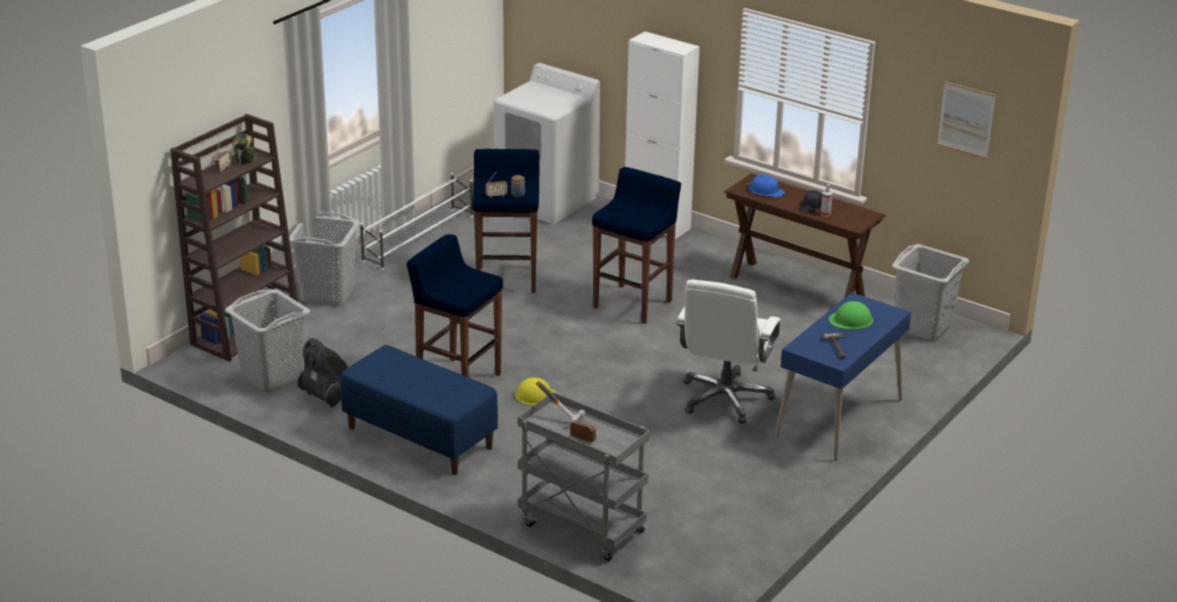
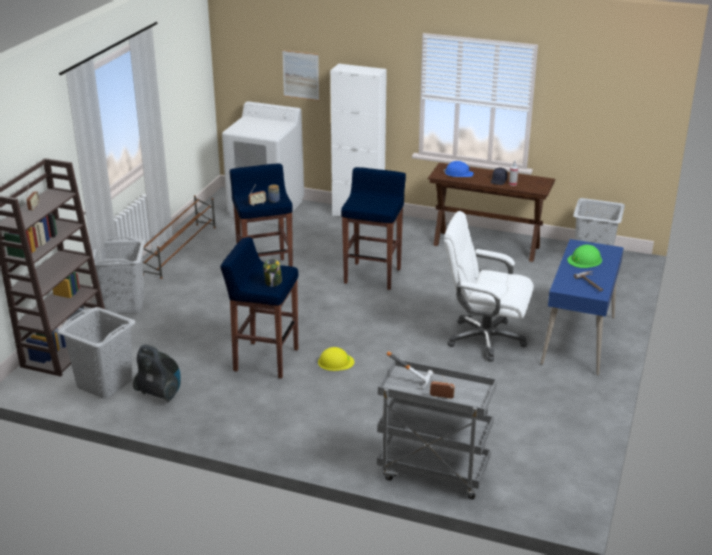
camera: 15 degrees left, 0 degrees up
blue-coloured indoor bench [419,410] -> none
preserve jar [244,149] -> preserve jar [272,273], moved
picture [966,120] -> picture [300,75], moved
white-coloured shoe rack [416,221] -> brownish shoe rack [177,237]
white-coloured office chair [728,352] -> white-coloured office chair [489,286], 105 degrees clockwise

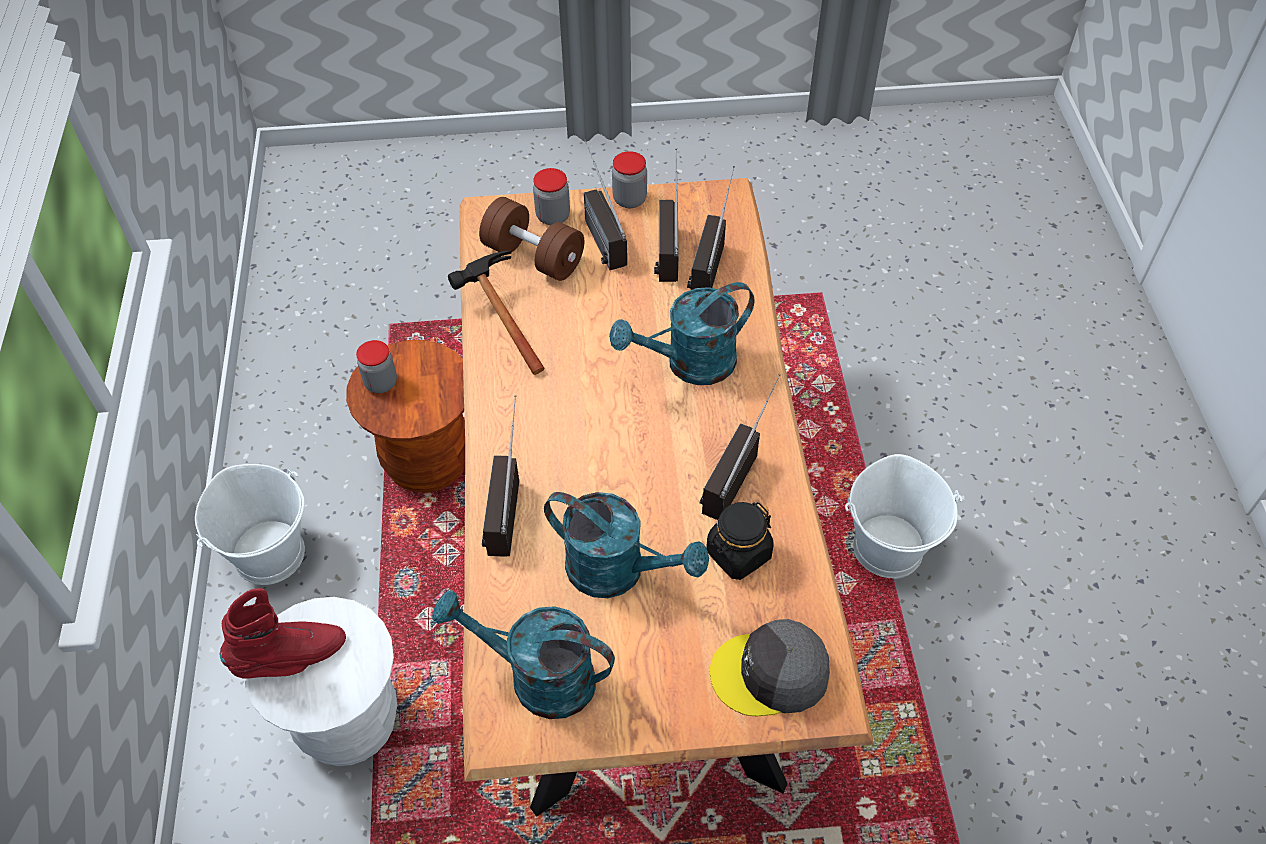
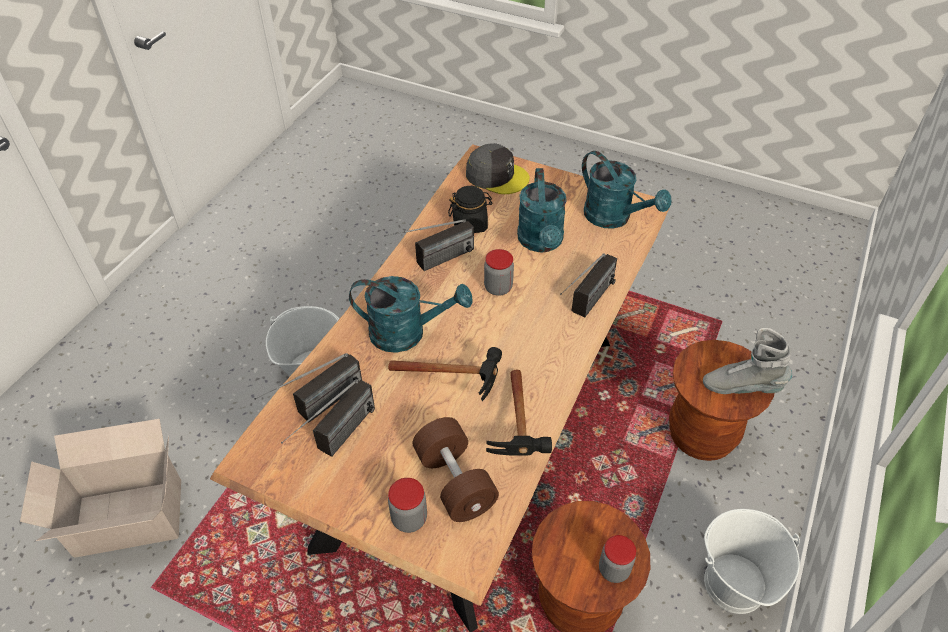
camera: 150 degrees left, 5 degrees down
radio set [605,204] -> none
none -> carton [100,488]
none -> tool hammer [445,374]
preserve jar [629,179] -> preserve jar [499,272], moved
red-coloured tall boot [283,633] -> greyish tall boot [747,361]
white-coloured stool seat [321,681] -> brownish stool seat [721,400]
blue-green sprinkling can [626,545] -> blue-green sprinkling can [542,210], 150 degrees counterclockwise

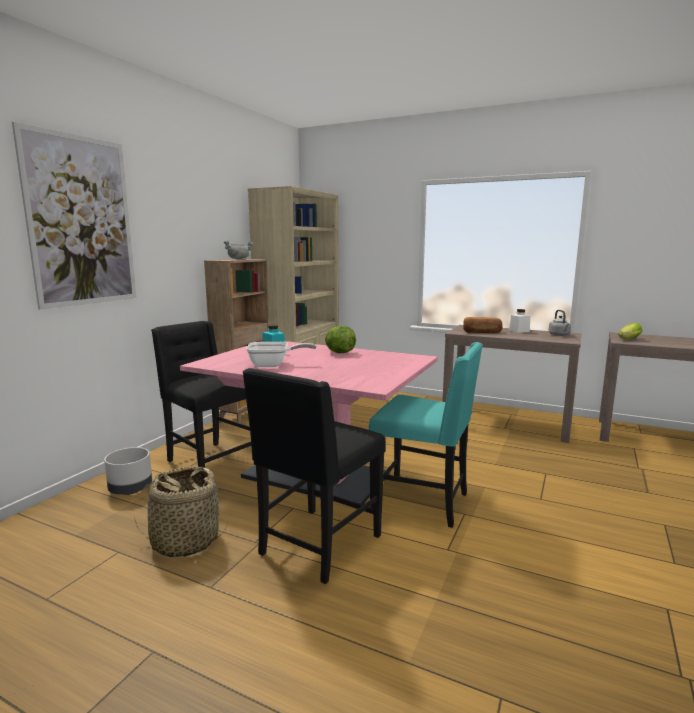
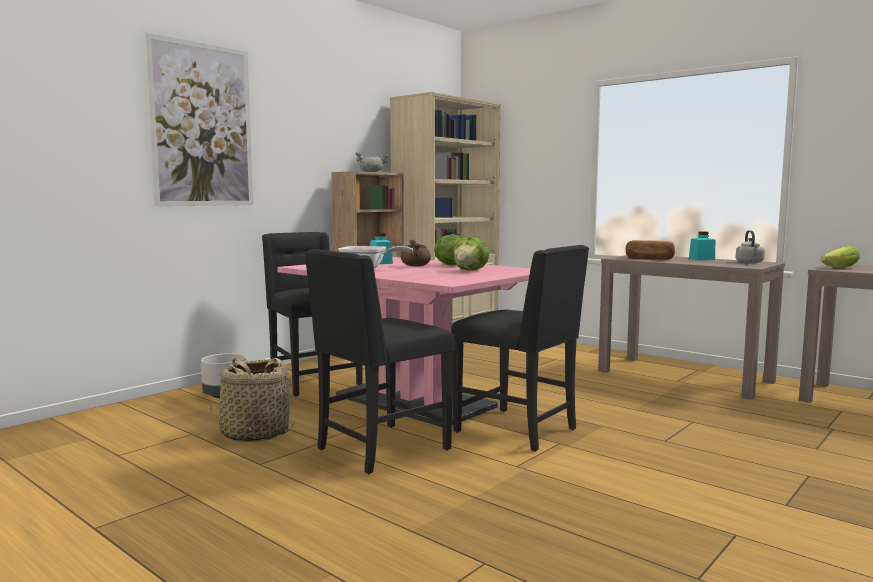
camera: 15 degrees right, 5 degrees down
none -> brownish cooking pot [416,253]
none -> lettuce [471,253]
blue-green upright chair [426,435] -> black-coloured upright chair [520,348]
white-coloured preserve jar [519,321] -> blue-green preserve jar [702,246]

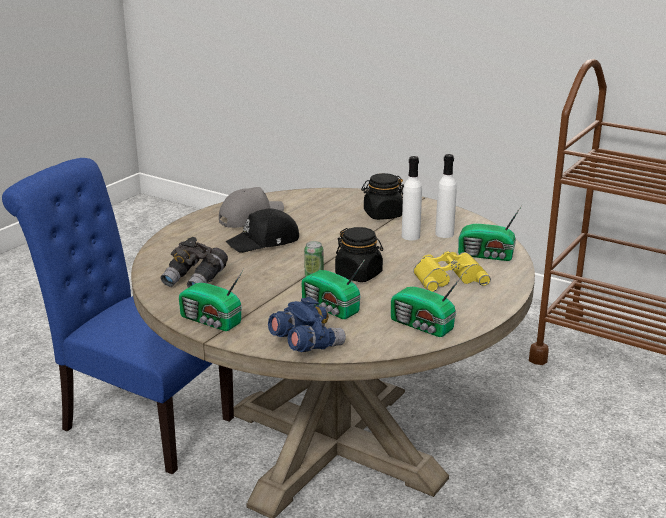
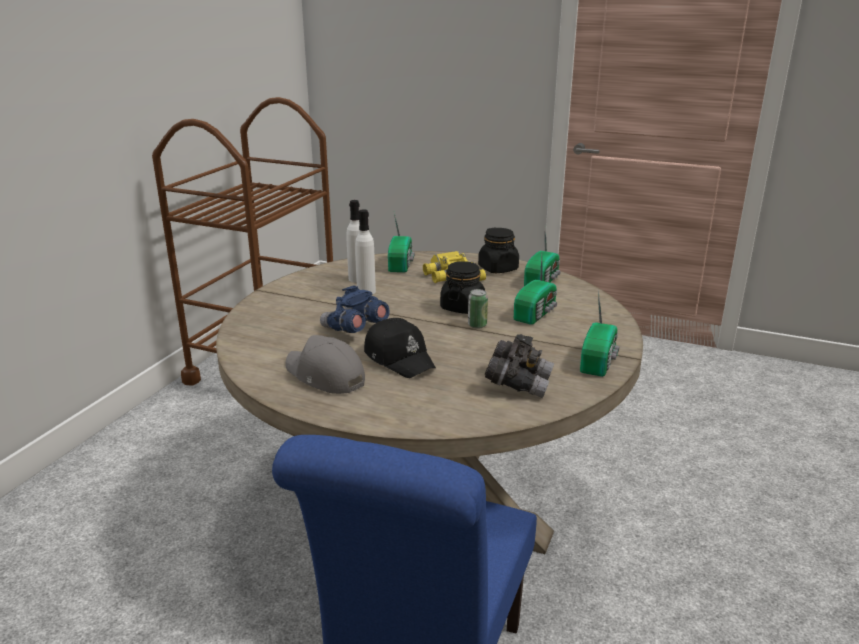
camera: 100 degrees left, 0 degrees up
blue-coloured binoculars [307,324] -> blue-coloured binoculars [355,309], moved
black-coloured preserve jar [382,196] -> black-coloured preserve jar [498,250], moved

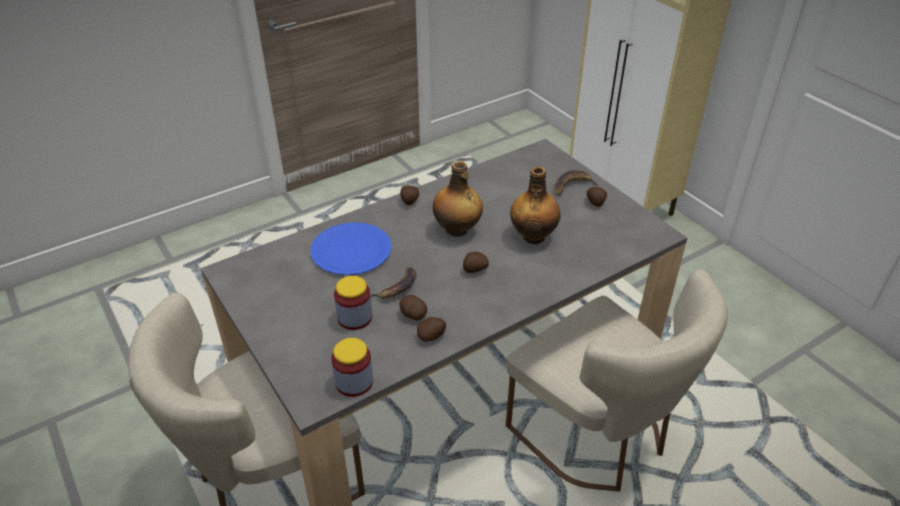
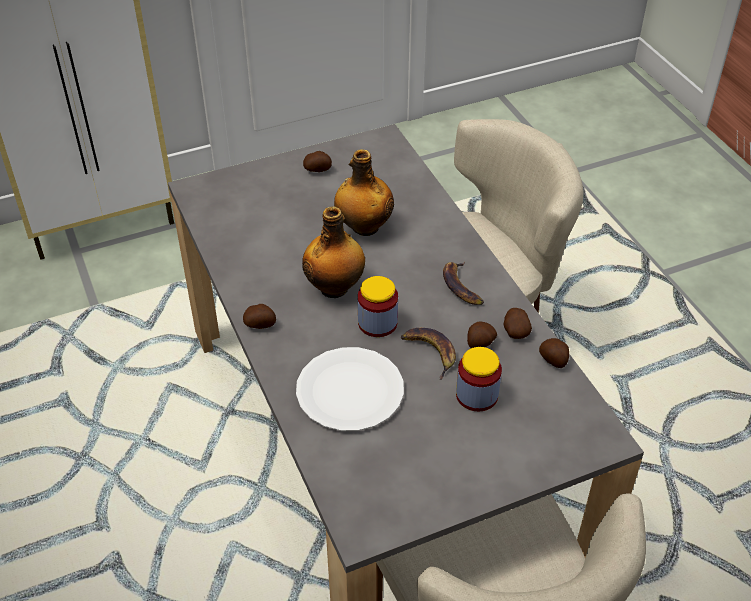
camera: 80 degrees left, 5 degrees up
preserve jar [352,367] -> preserve jar [378,306], moved
spud [476,262] -> spud [554,353], moved
banana [576,182] -> banana [463,283], moved
blue-coloured flat dish [351,248] -> white-coloured flat dish [350,389]

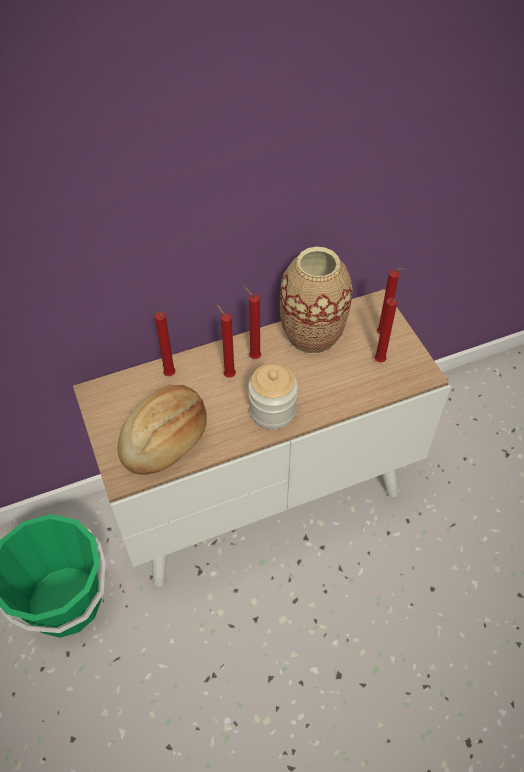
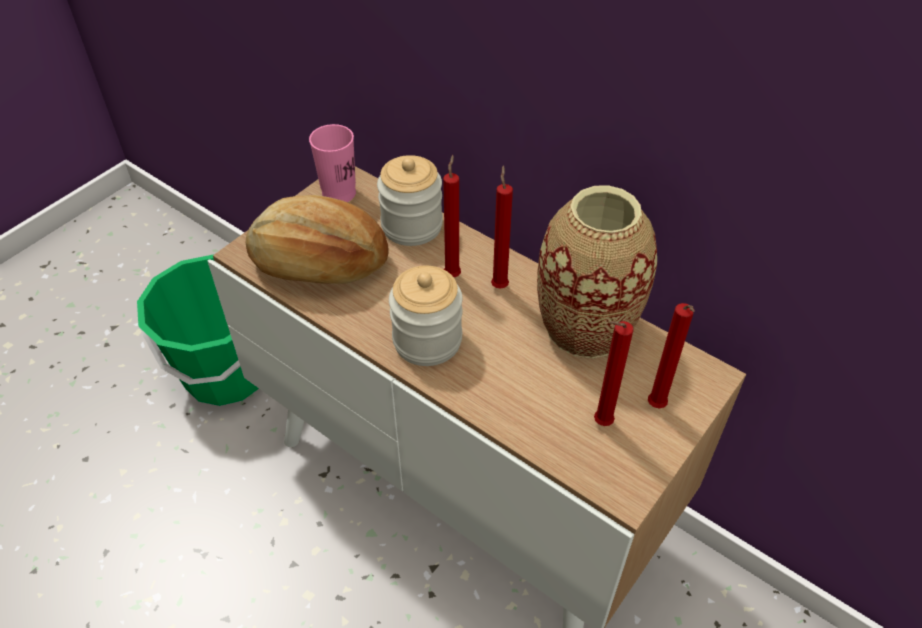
camera: 60 degrees right, 5 degrees down
none -> pink-coloured drinking cup [332,163]
red-coloured wax light [165,344] -> preserve jar [410,200]

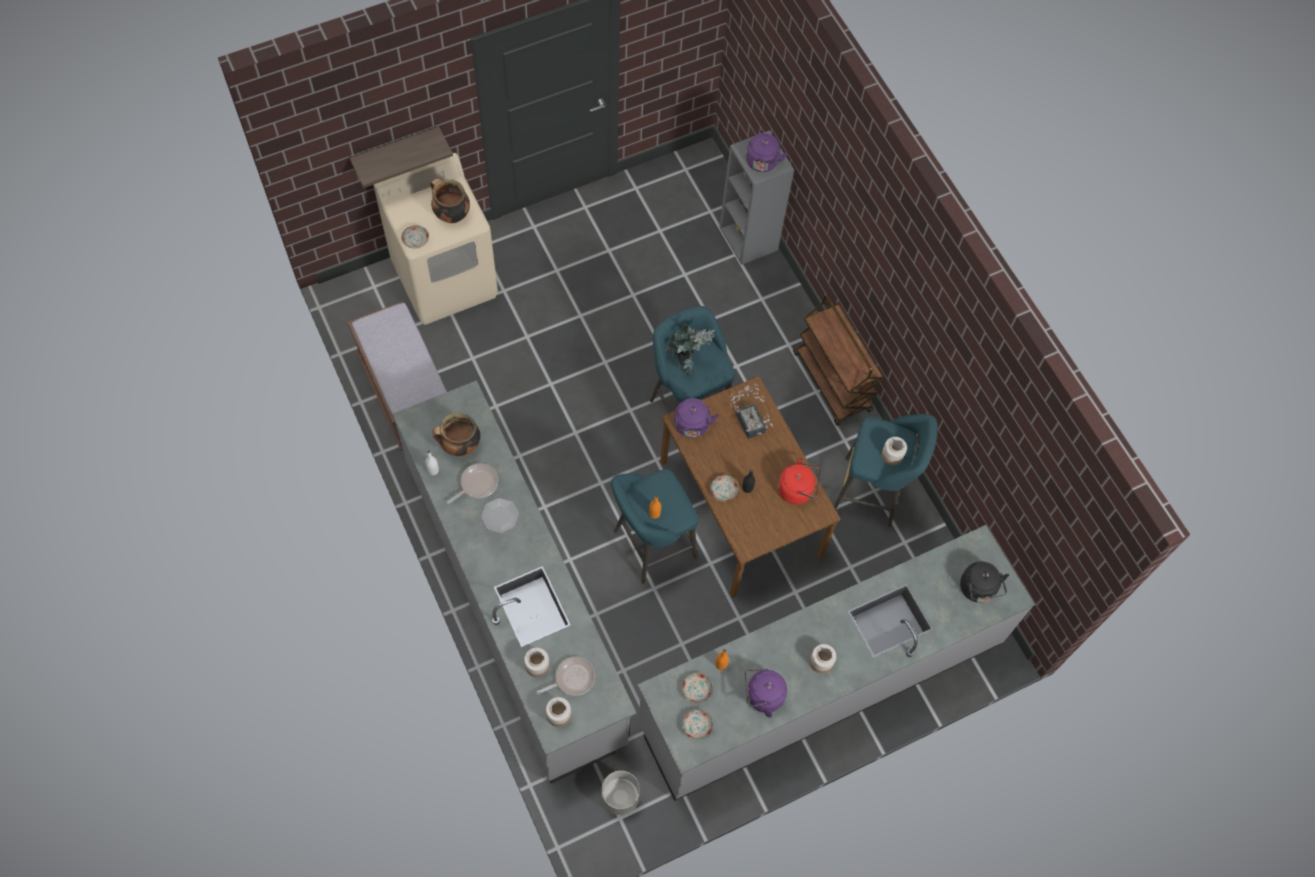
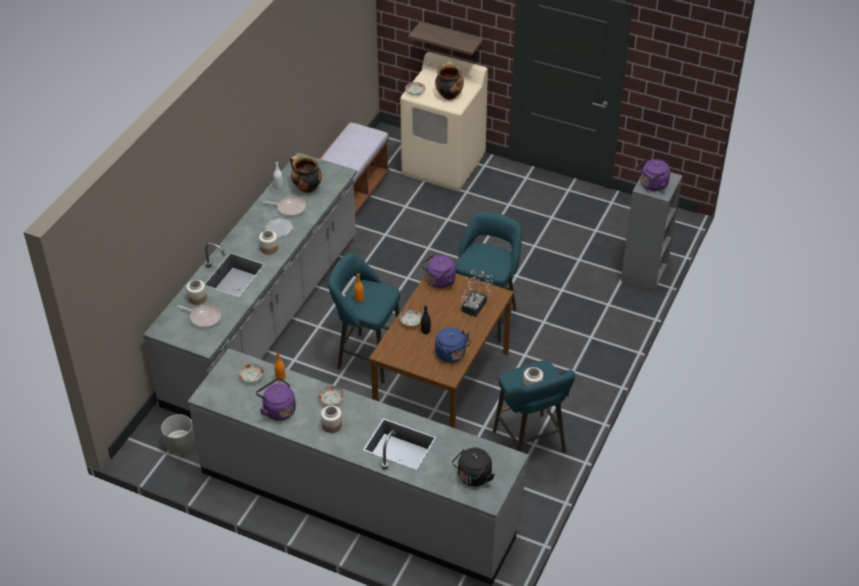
camera: 55 degrees right, 20 degrees down
potted plant [691,349] -> none
brownish wheeled cart [838,360] -> none
preserve jar [558,712] -> preserve jar [268,243], moved
flat dish [697,724] -> flat dish [331,396], moved
red-coloured tea kettle [799,481] -> blue-coloured tea kettle [453,345]

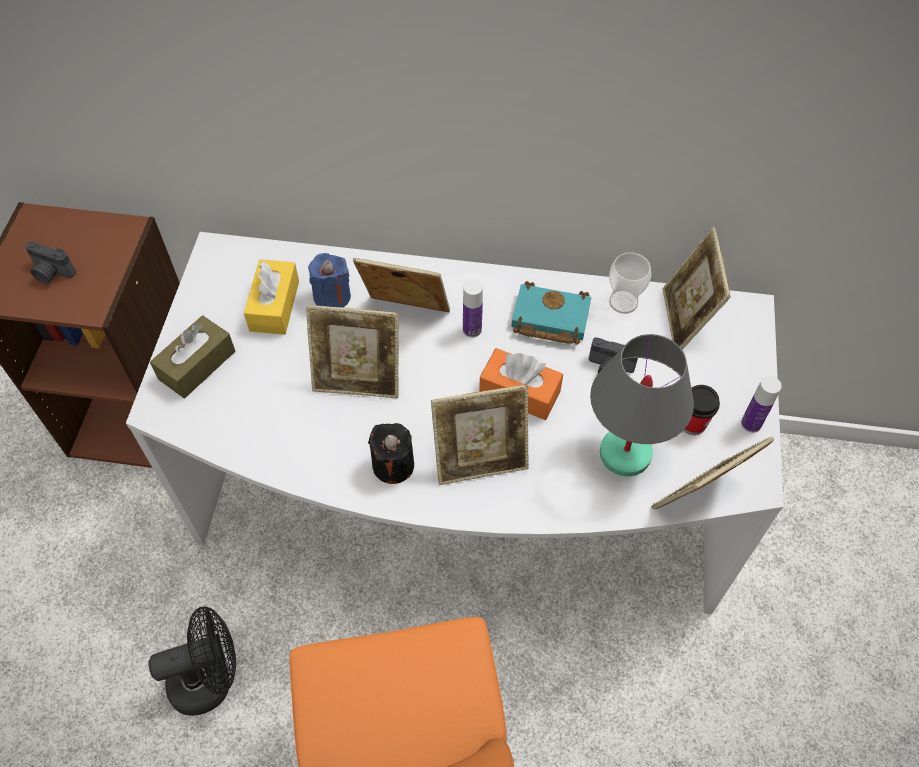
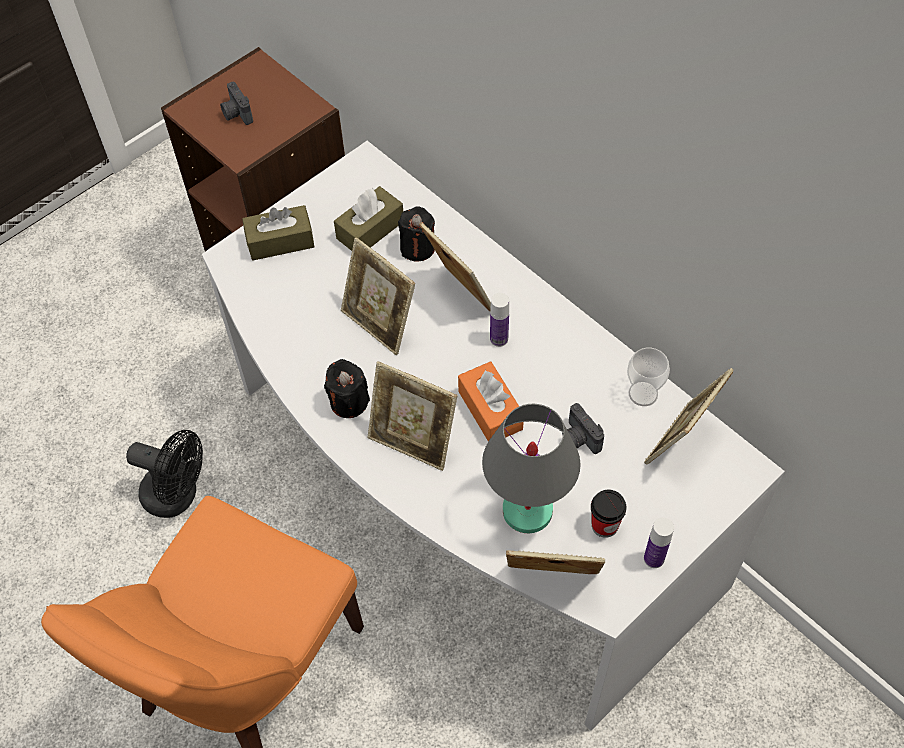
camera: 40 degrees right, 0 degrees up
blue-green volume [551,313] -> none
yellow-coloured box of tissues [271,297] -> brownish box of tissues [368,218]
blue-coloured wax light [329,280] -> black-coloured wax light [416,234]

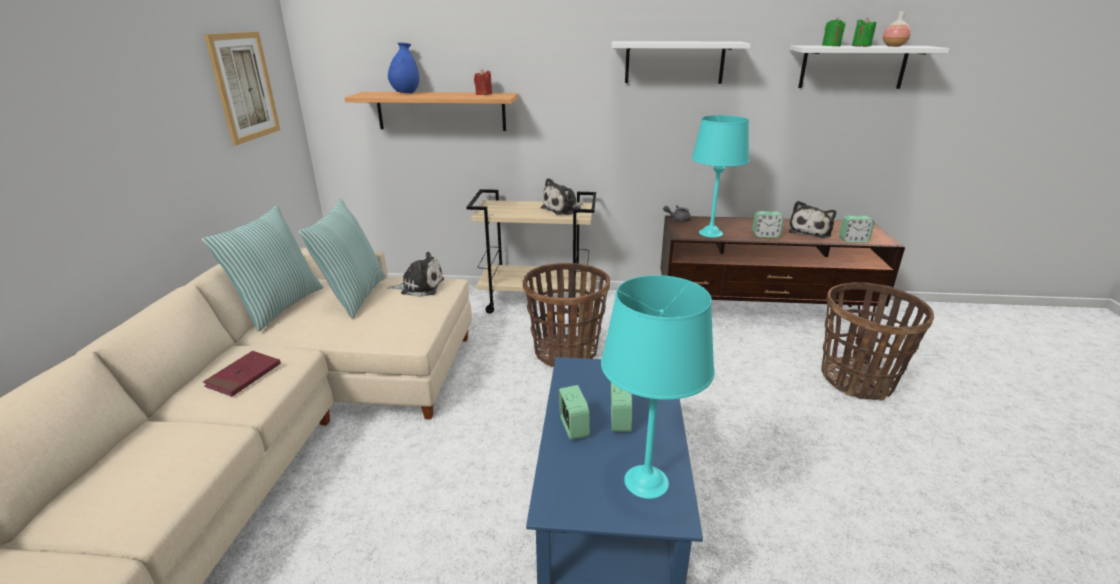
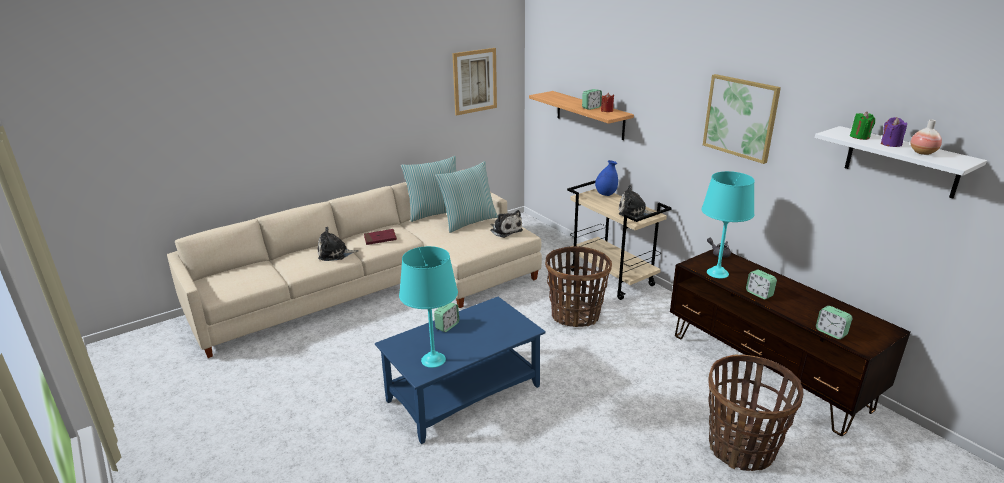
camera: 50 degrees right, 0 degrees up
blue-coloured decorative vase [403,67] -> blue-coloured decorative vase [606,178], moved
table clock [621,407] -> table clock [592,99], moved
soft toy [812,219] -> soft toy [338,244], moved
white-coloured shelf [681,62] -> picture [742,119]
green-coloured wax light [864,32] -> purple wax light [894,132]

